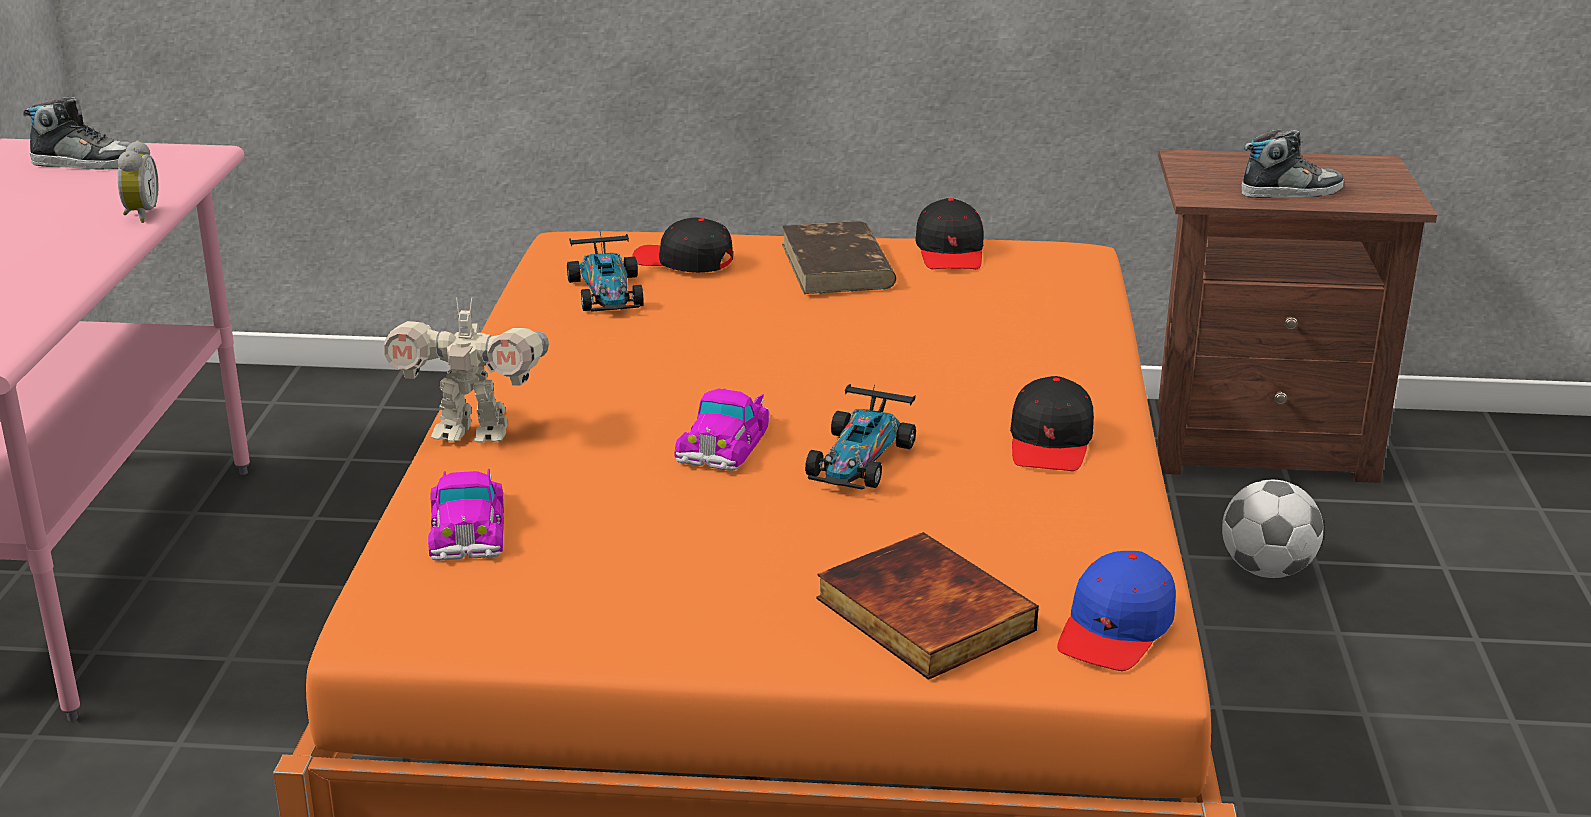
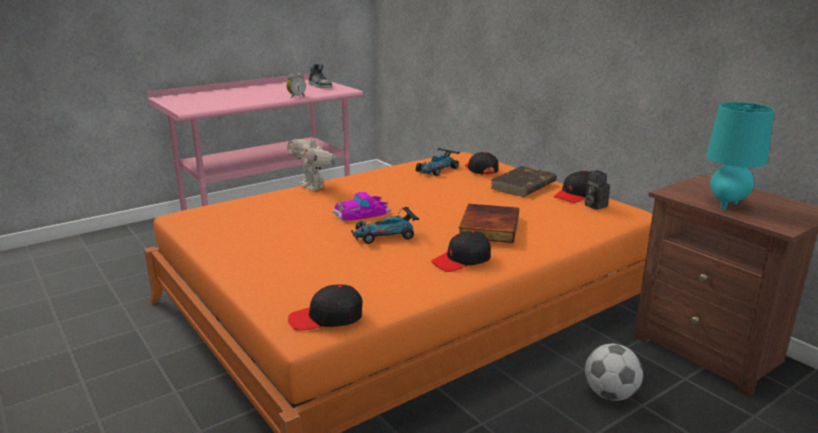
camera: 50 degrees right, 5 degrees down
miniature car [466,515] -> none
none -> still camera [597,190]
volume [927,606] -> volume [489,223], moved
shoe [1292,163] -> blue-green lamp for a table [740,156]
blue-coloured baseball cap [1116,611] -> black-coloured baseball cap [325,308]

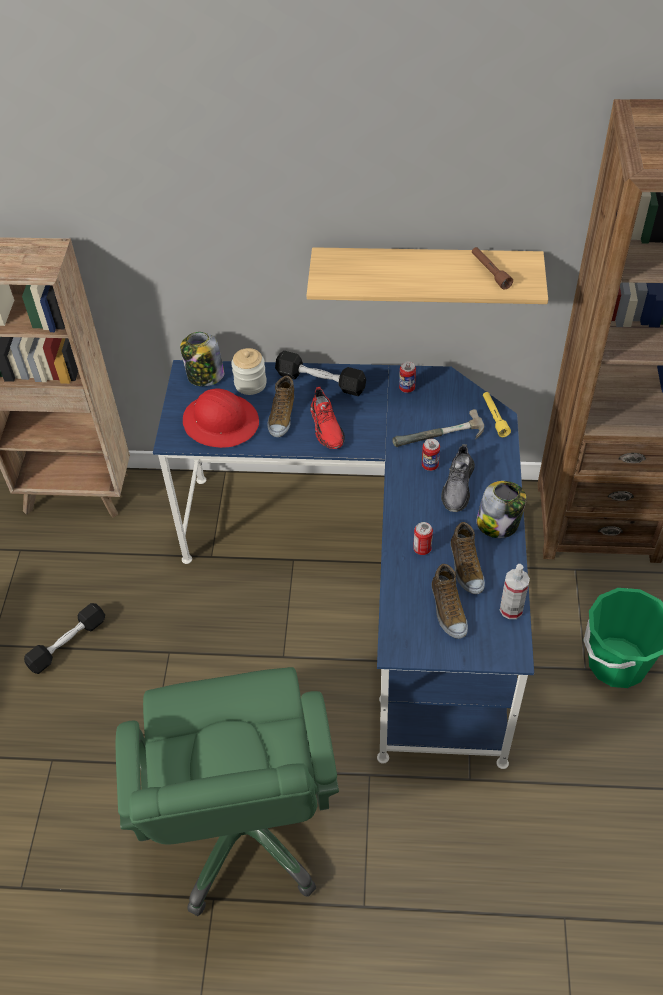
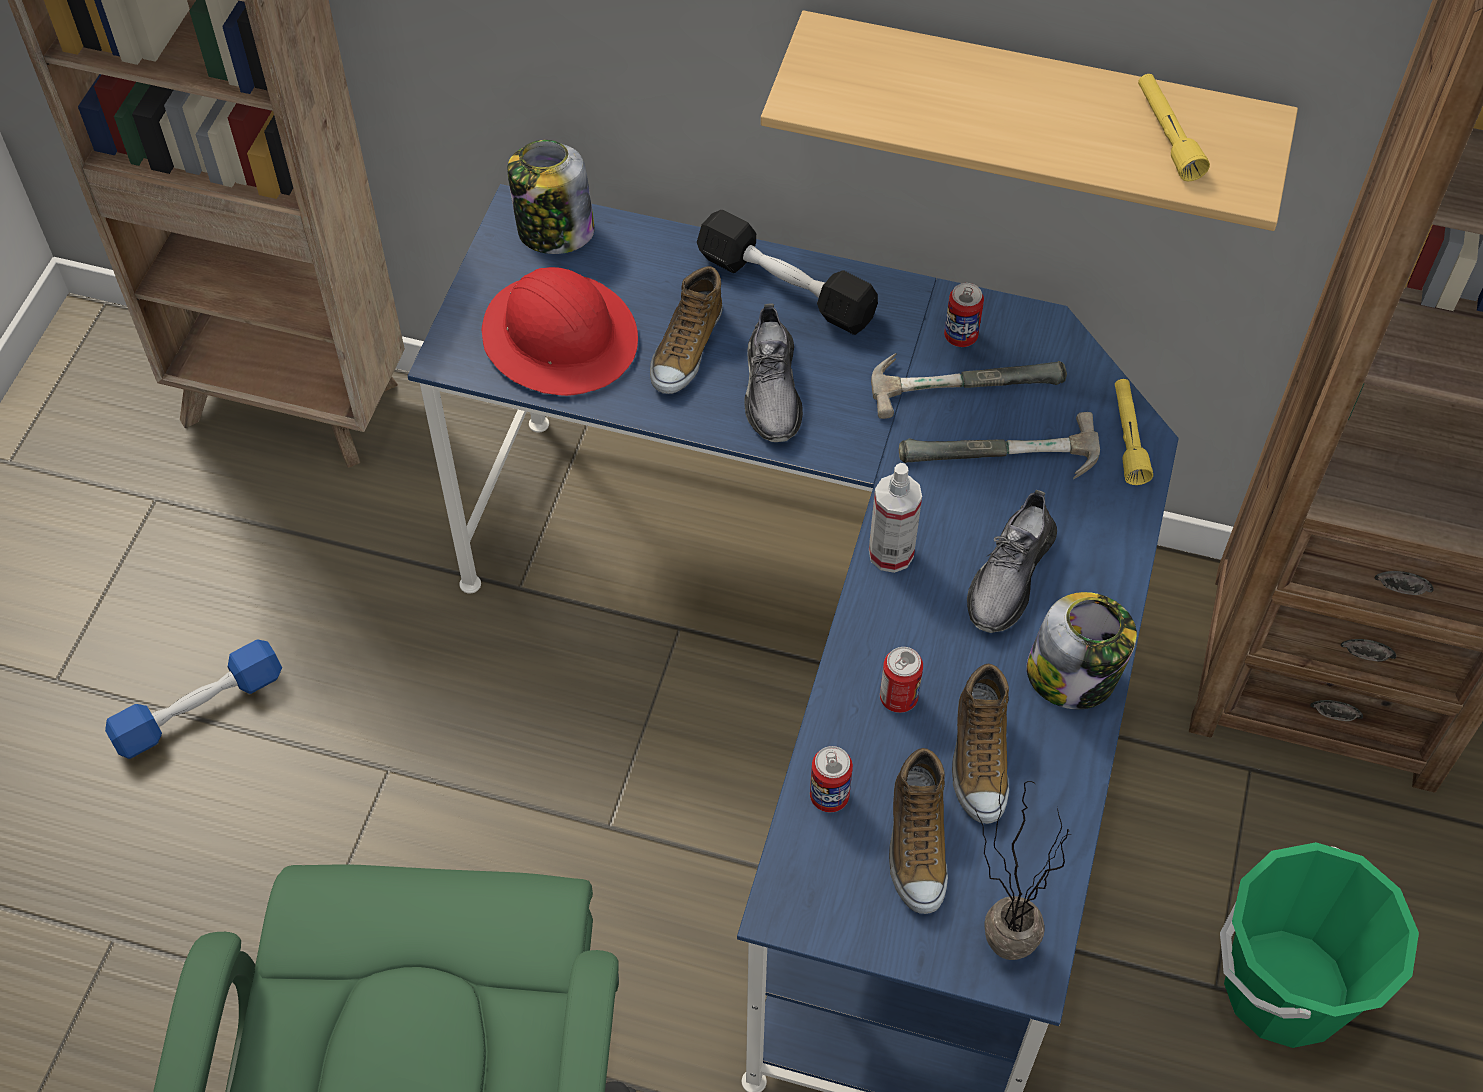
camera: 10 degrees right, 5 degrees up
preserve jar [249,371] -> none
none -> tool hammer [969,386]
none -> potted plant [1023,865]
can [431,455] -> can [831,779], moved
spray bottle [515,591] -> spray bottle [895,518], moved
black-coloured free weight [64,638] -> blue-coloured free weight [193,699]
red-coloured shoe [327,418] -> greyish shoe [773,373]
brownish hand torch [492,268] -> yellow-coloured hand torch [1174,127]

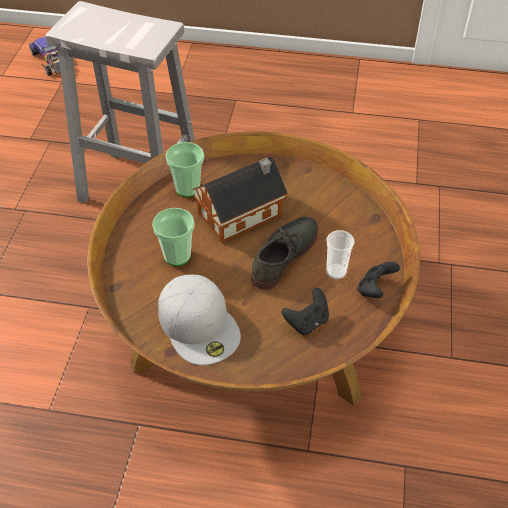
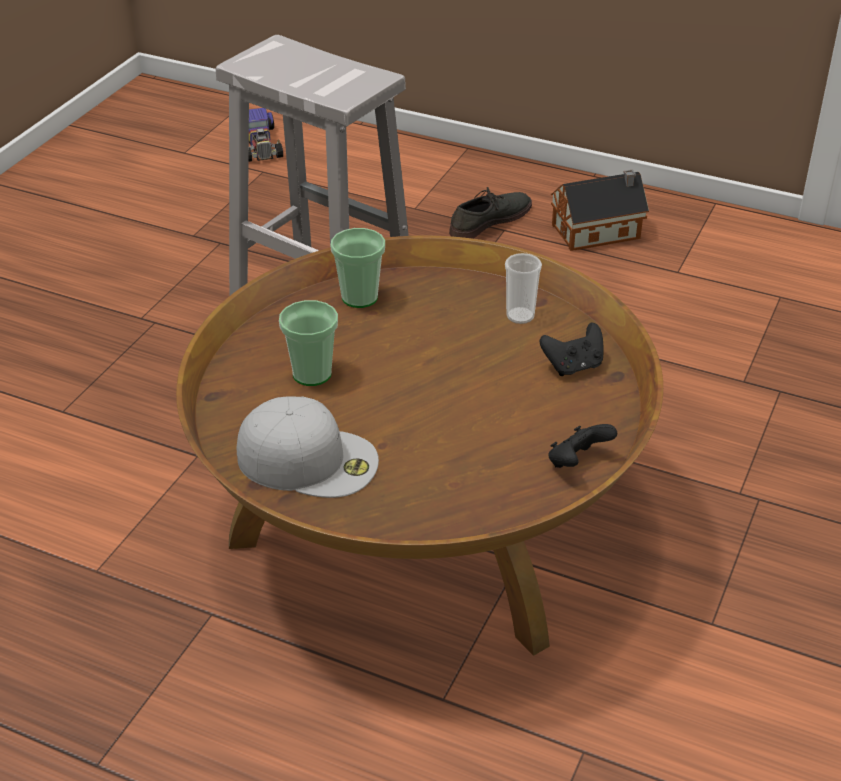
camera: 15 degrees right, 10 degrees down
toy house [240,200] -> toy house [600,210], moved
greyish shoe [284,253] -> greyish shoe [490,213], moved
black-coloured game controller [305,311] -> black-coloured game controller [571,349], moved
drinking cup [340,254] -> drinking cup [523,288], moved
white-coloured baseball cap [199,319] -> white-coloured baseball cap [308,447], 60 degrees counterclockwise

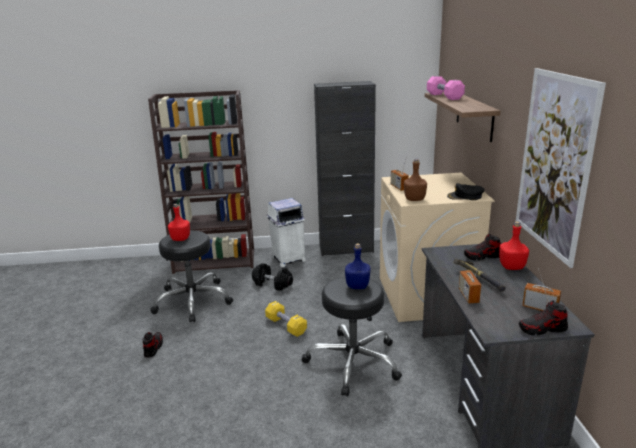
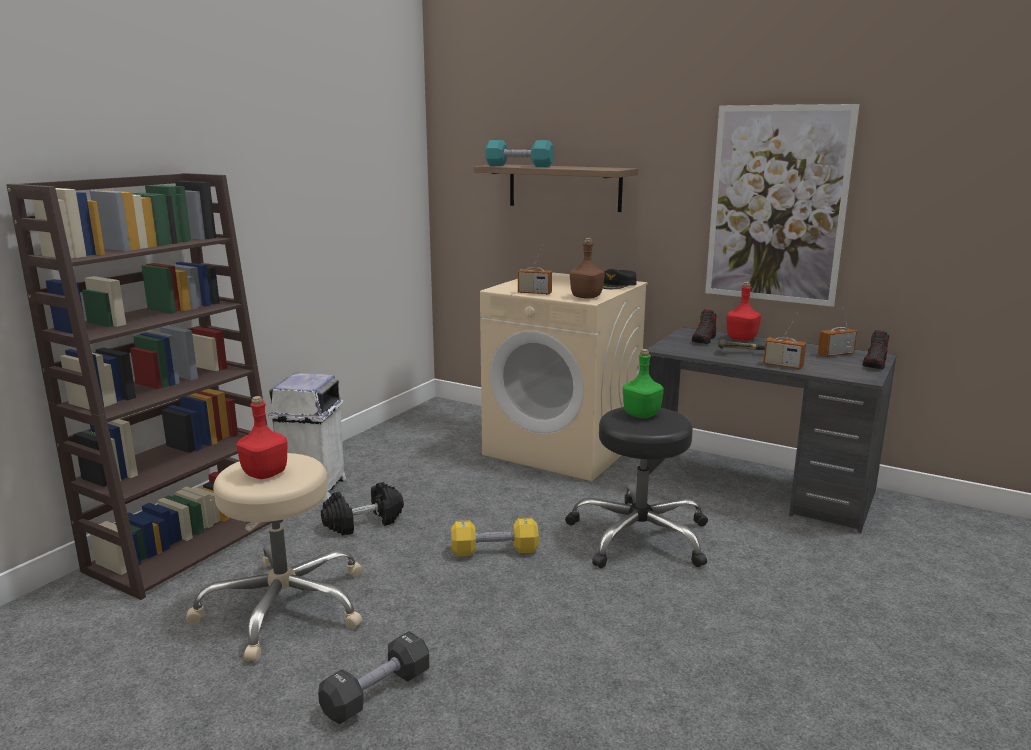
camera: 55 degrees left, 5 degrees down
black-coloured storage cabinet [345,168] -> none
shoe [153,344] -> black-coloured free weight [373,677]
black-coloured stool seat [191,276] -> sand-coloured stool seat [274,557]
blue-coloured drink bottle [357,266] -> green-coloured drink bottle [643,383]
pink-coloured free weight [446,88] -> blue-green free weight [519,153]

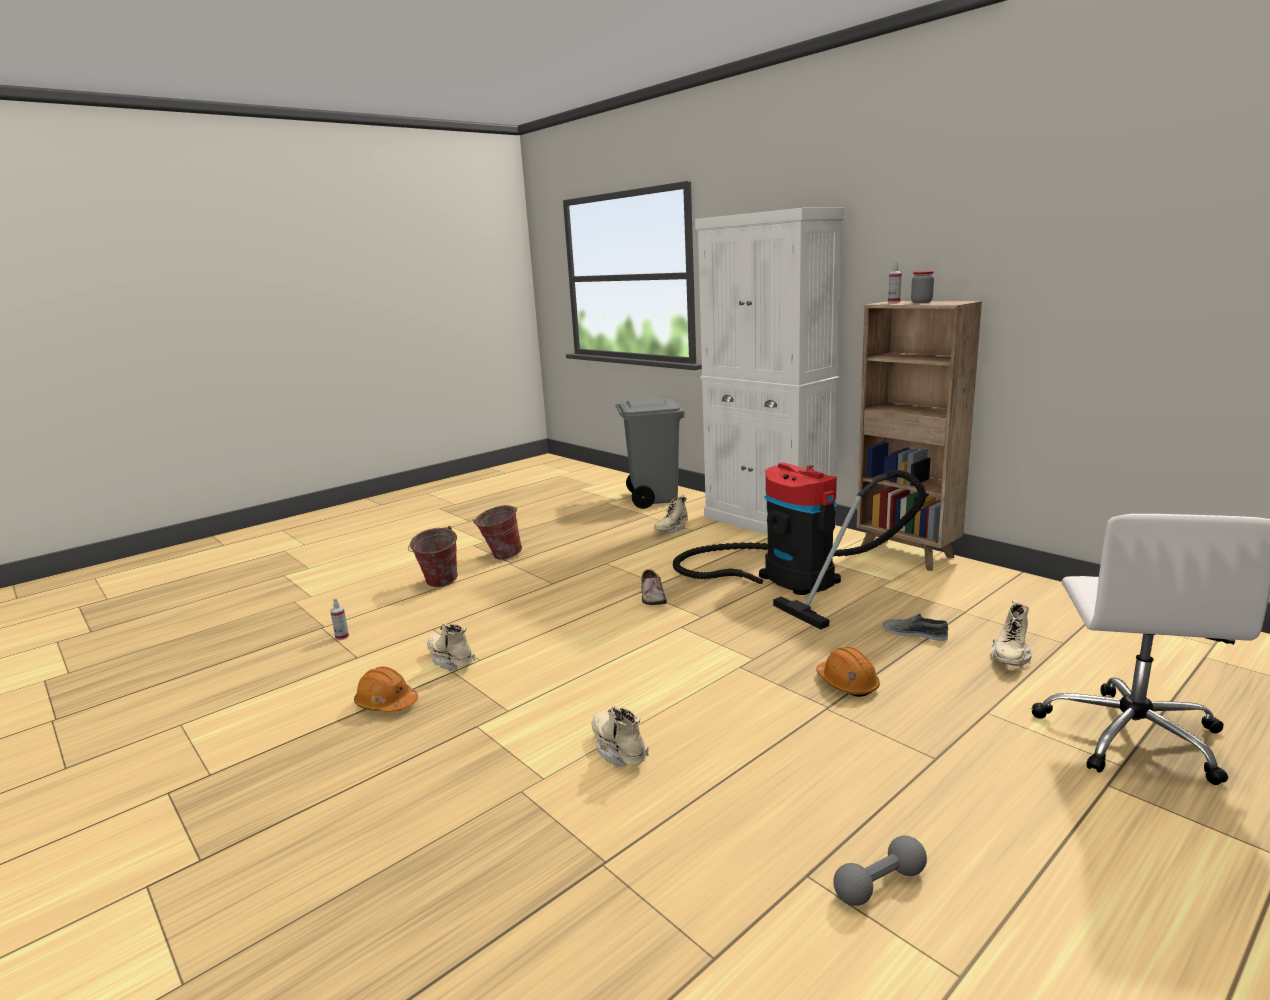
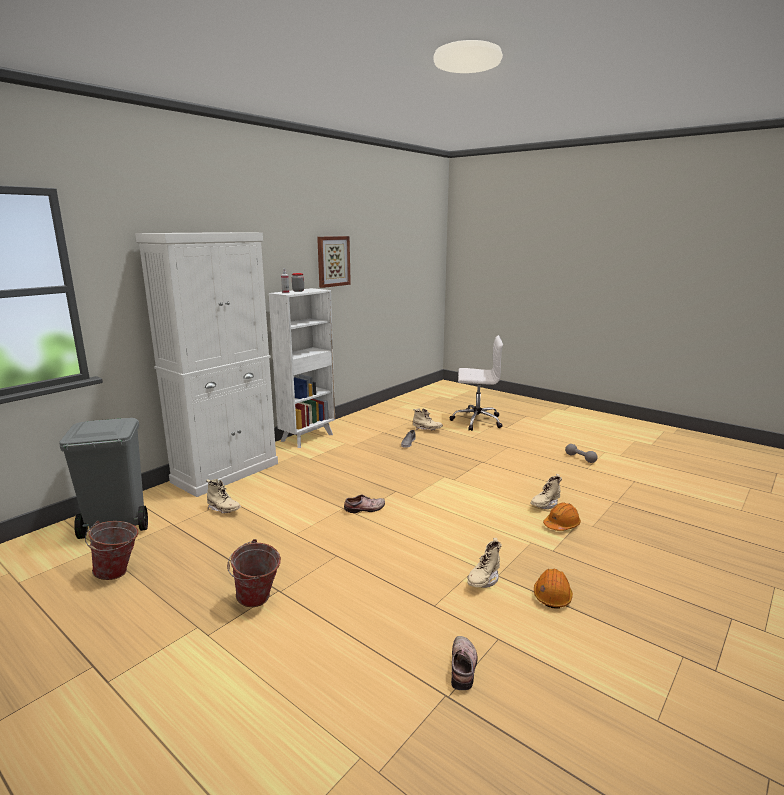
camera: 100 degrees left, 0 degrees up
hoover [799,546] -> none
none -> picture [334,262]
bucket [433,556] -> bucket [112,550], moved
orange hard hat [848,672] -> orange hard hat [562,517], moved
spray bottle [339,619] -> shoe [464,663]
brownish bookshelf [919,436] -> white-coloured bookshelf [301,368]

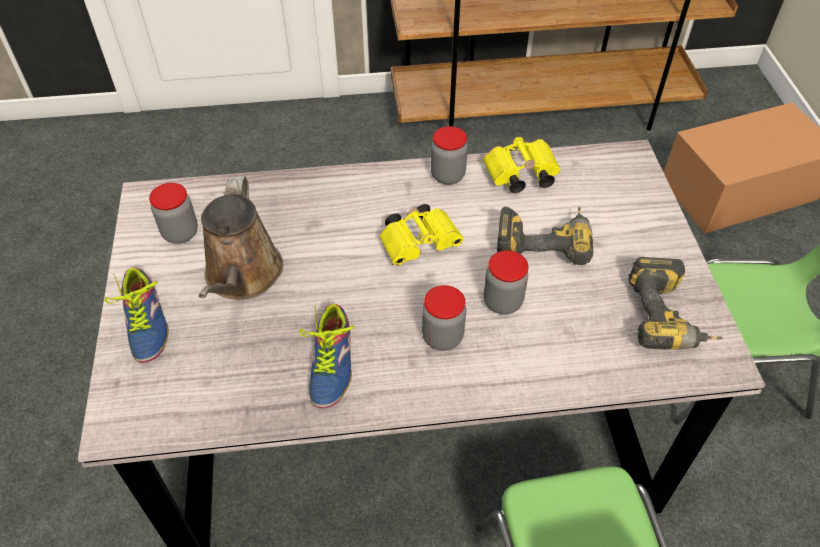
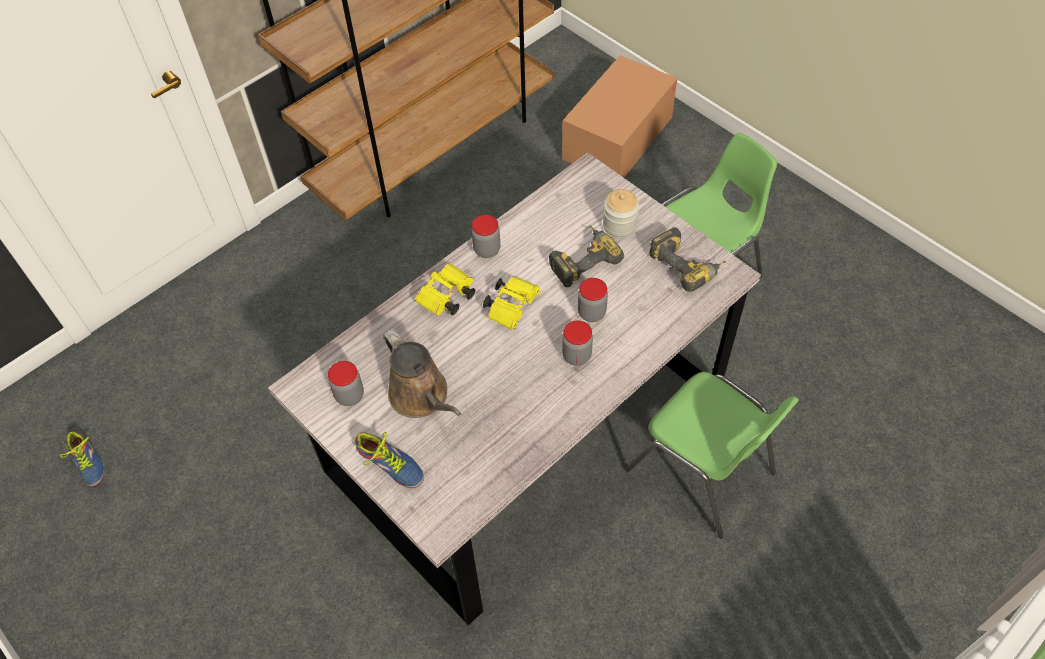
camera: 35 degrees left, 5 degrees up
none -> preserve jar [621,213]
shoe [326,356] -> shoe [82,458], moved
yellow-coloured binoculars [521,165] -> yellow-coloured binoculars [445,290], moved

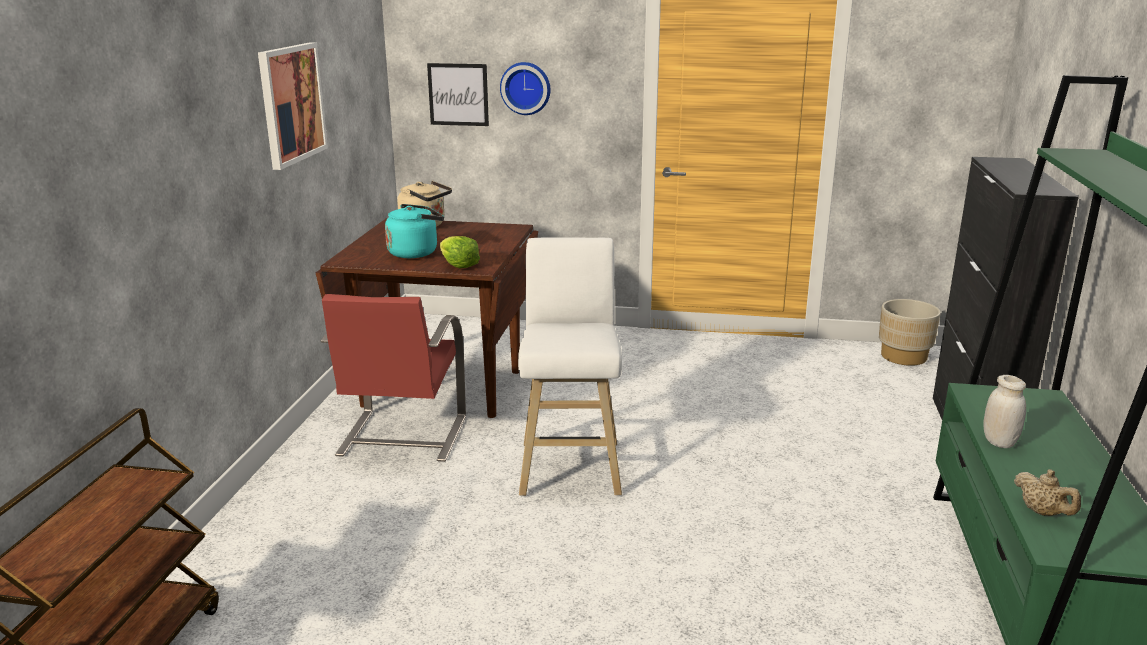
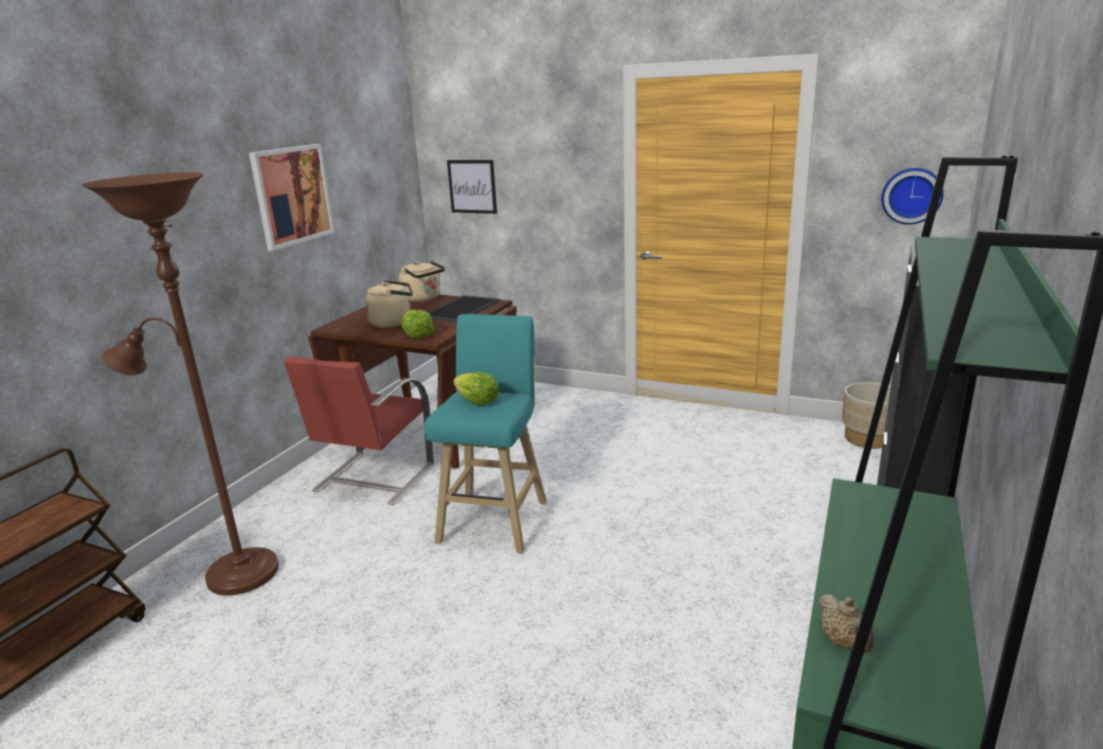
camera: 15 degrees right, 0 degrees up
white-coloured preserve jar [1004,411] -> none
none -> brownish standard lamp [180,384]
none -> carrying tray [463,308]
none -> lettuce [476,388]
wall clock [525,88] -> wall clock [912,196], moved
blue-green tea kettle [414,231] -> sand-coloured tea kettle [389,303]
white-coloured stool seat [570,366] -> blue-green stool seat [485,433]

